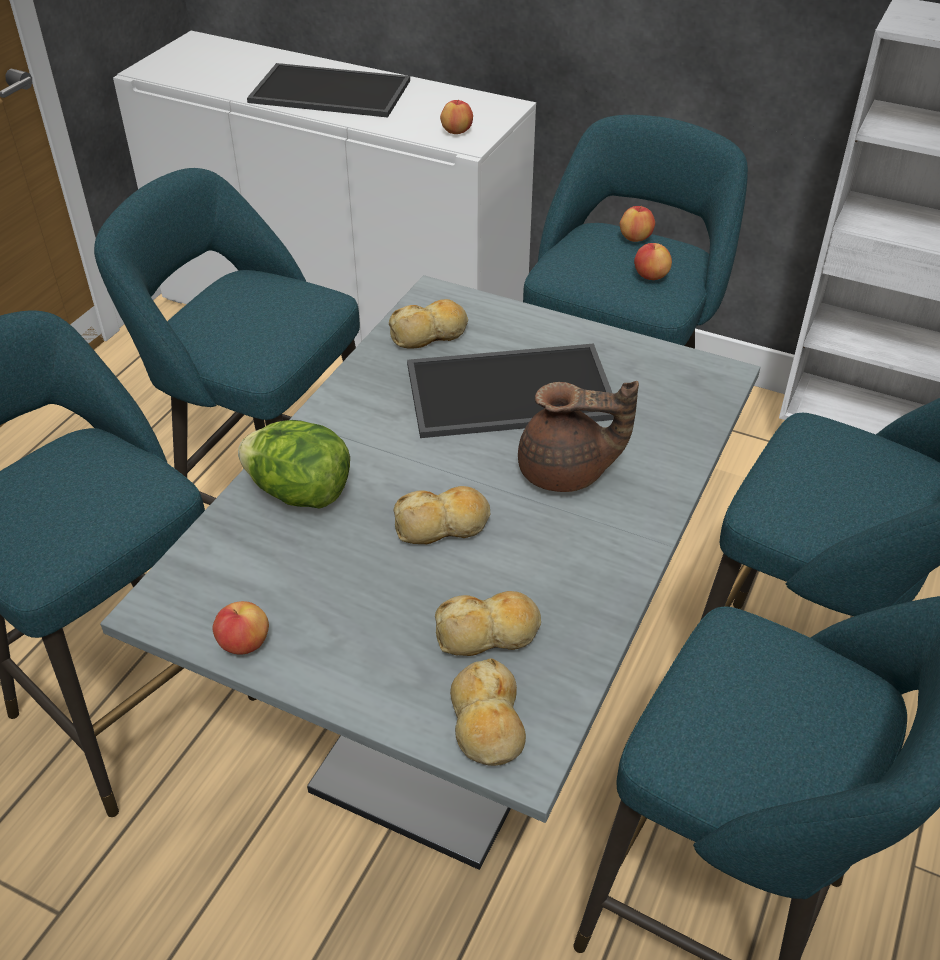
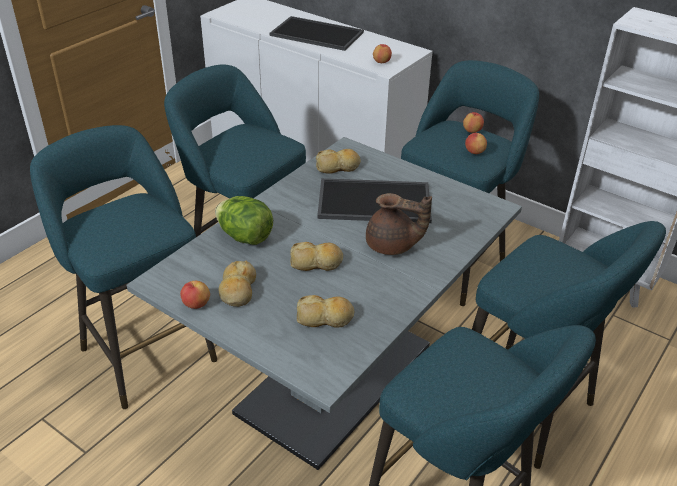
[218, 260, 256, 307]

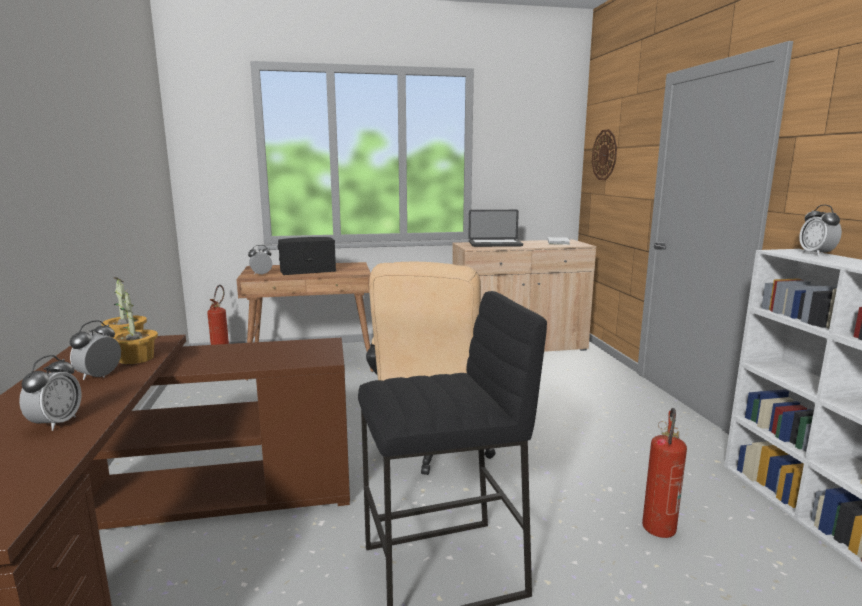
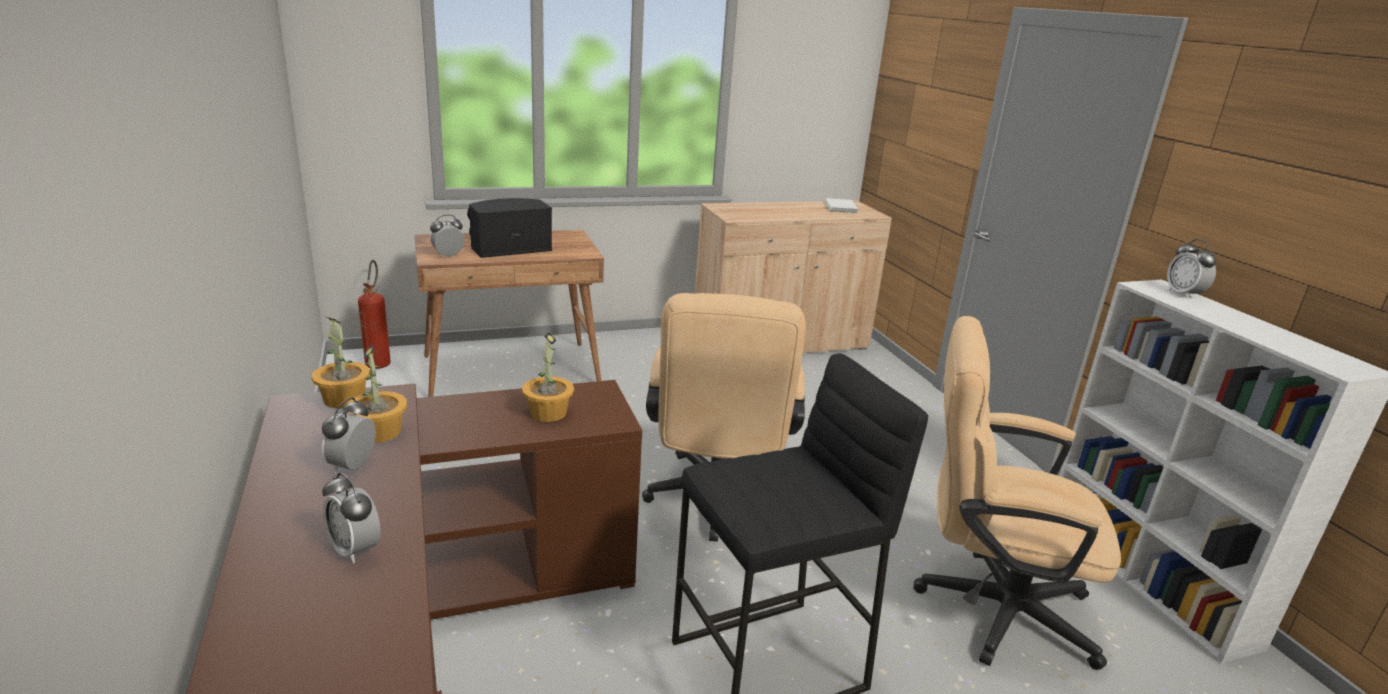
[592, 129, 617, 180] (first image)
[468, 210, 523, 247] (first image)
[322, 473, 381, 564]
[914, 316, 1121, 670]
[522, 333, 574, 422]

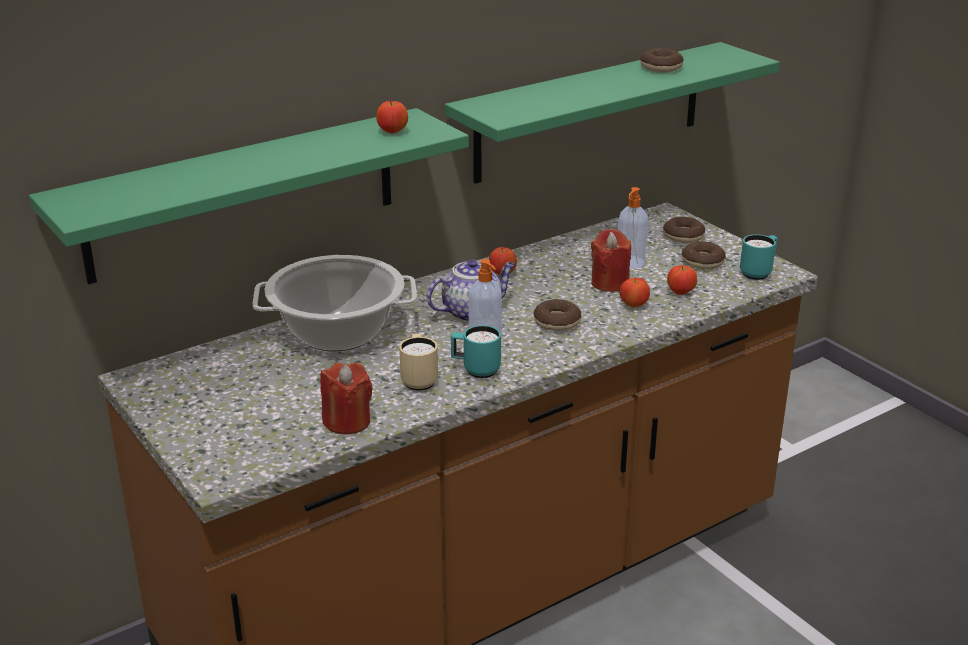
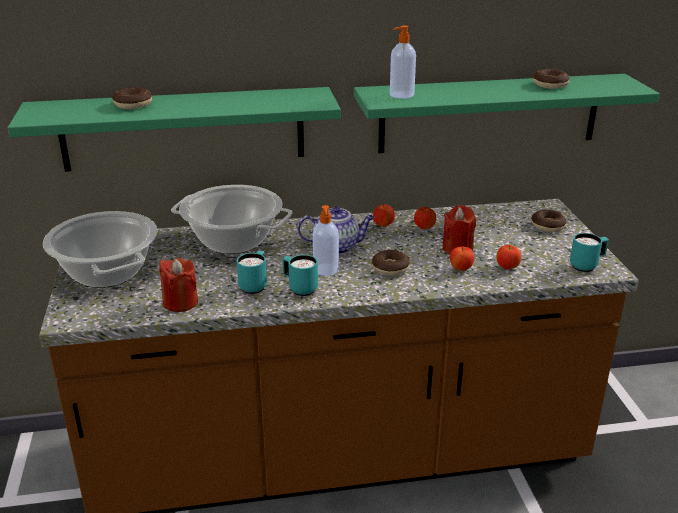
[414, 207, 436, 229]
[390, 25, 416, 99]
[112, 87, 152, 109]
[236, 251, 267, 294]
[43, 211, 157, 288]

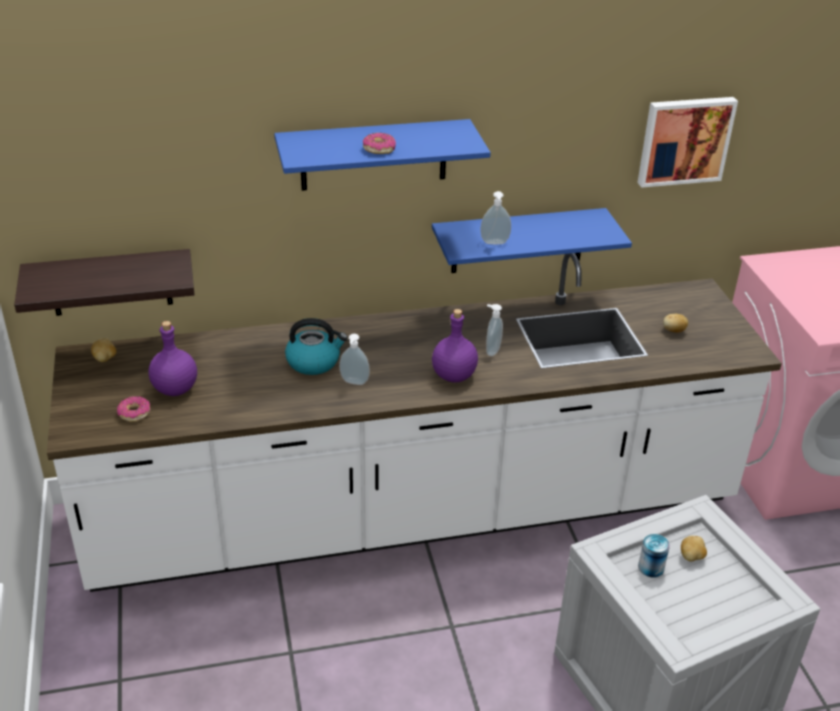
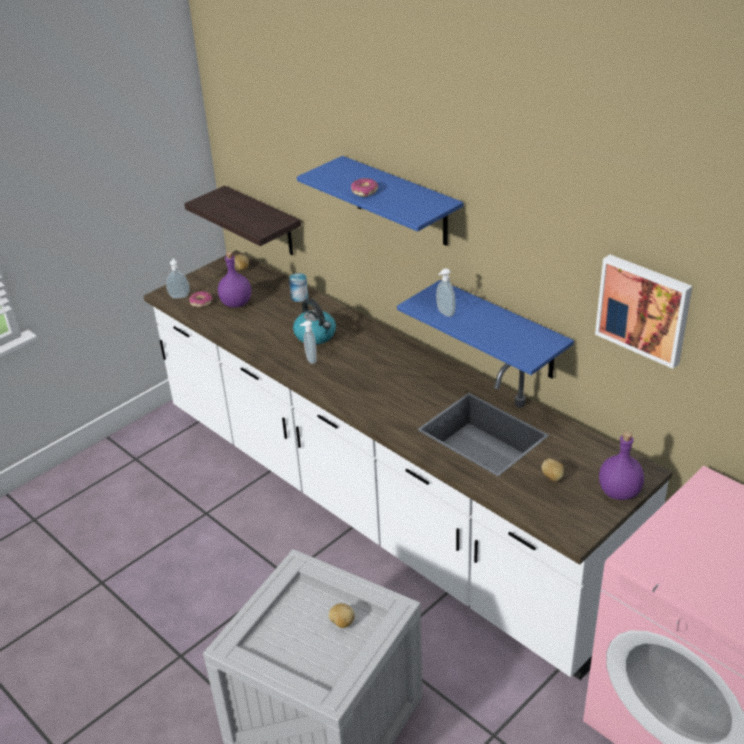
[166, 259, 190, 299]
[599, 432, 644, 500]
[289, 273, 308, 302]

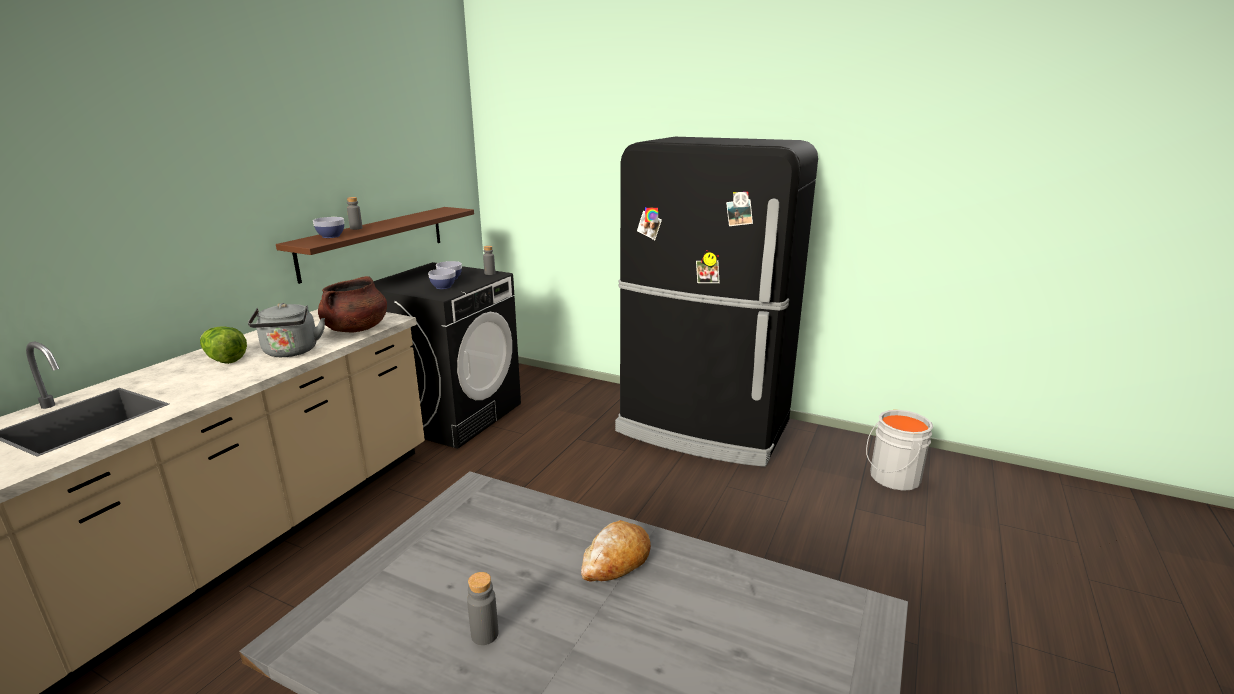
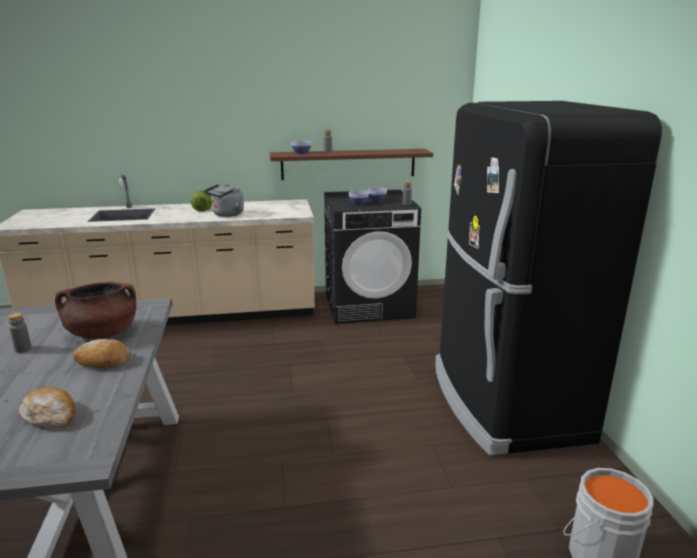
[55, 282, 136, 339]
[19, 387, 75, 428]

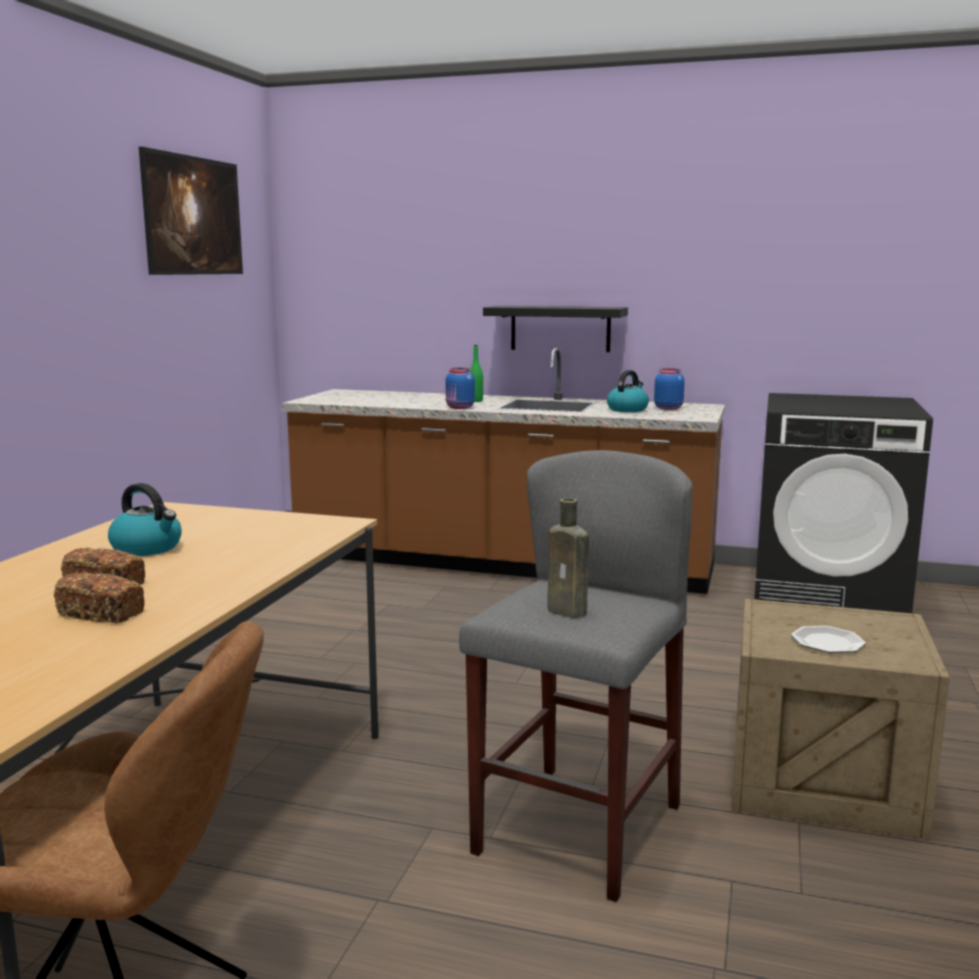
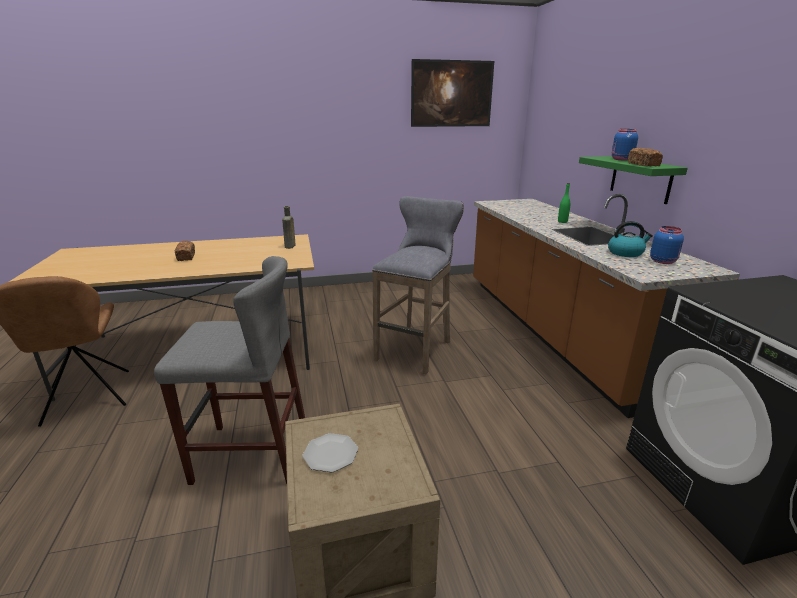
[579, 156, 688, 204]
[612, 129, 638, 160]
[108, 483, 182, 556] (first image)
[282, 206, 295, 249]
[628, 148, 663, 166]
[372, 196, 464, 374]

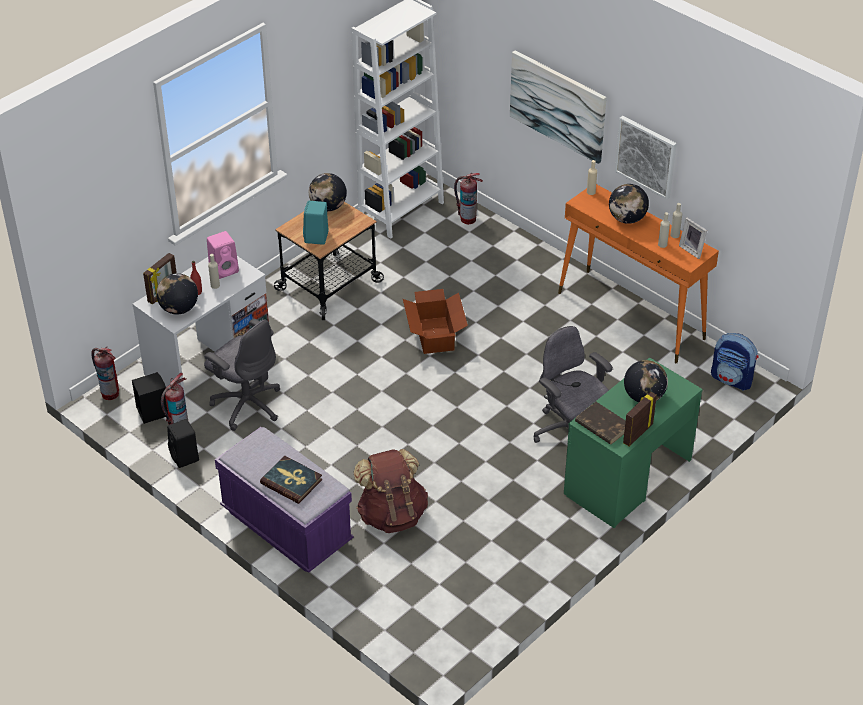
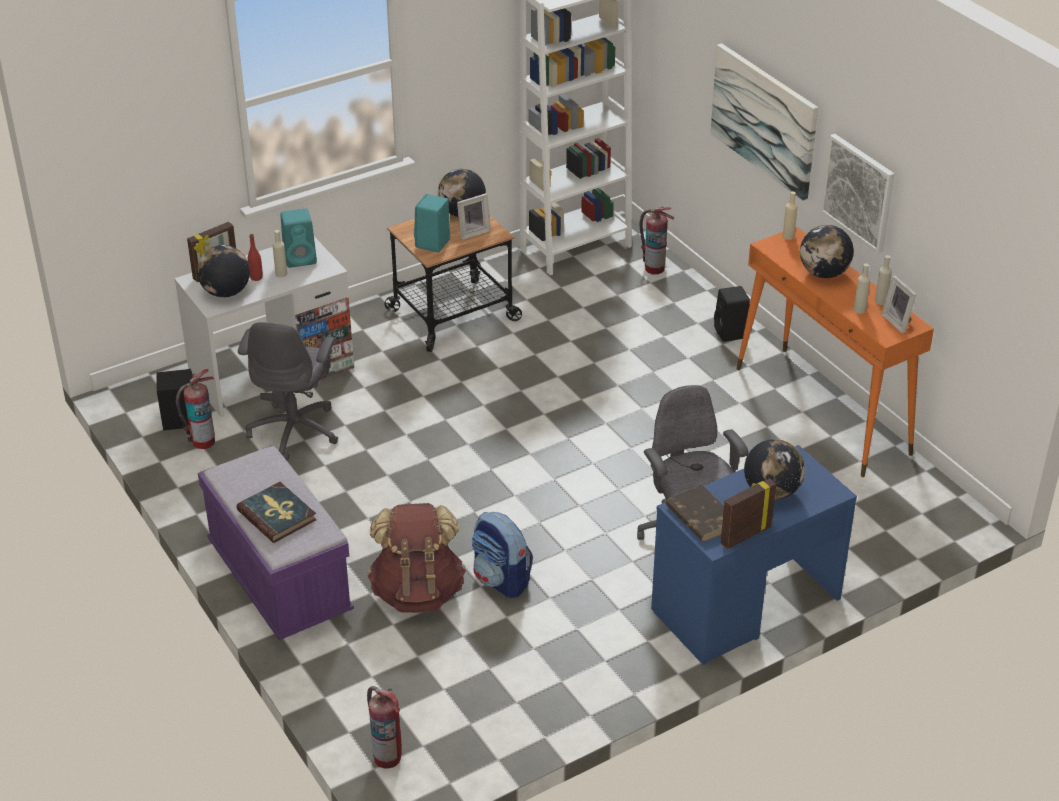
[280, 208, 317, 268]
[403, 289, 468, 354] (first image)
[238, 322, 338, 461]
[472, 512, 533, 598]
[367, 686, 402, 769]
[651, 445, 857, 665]
[714, 286, 750, 342]
[457, 193, 491, 240]

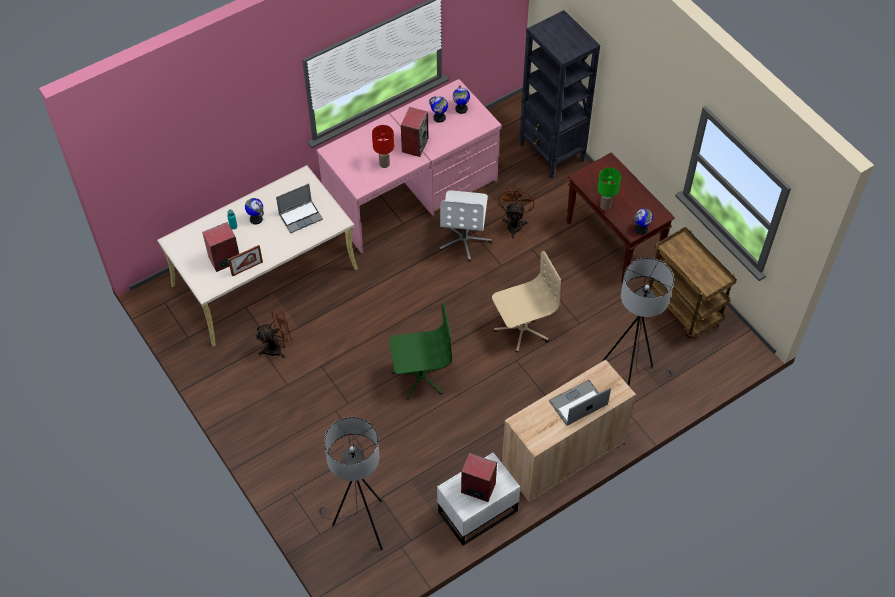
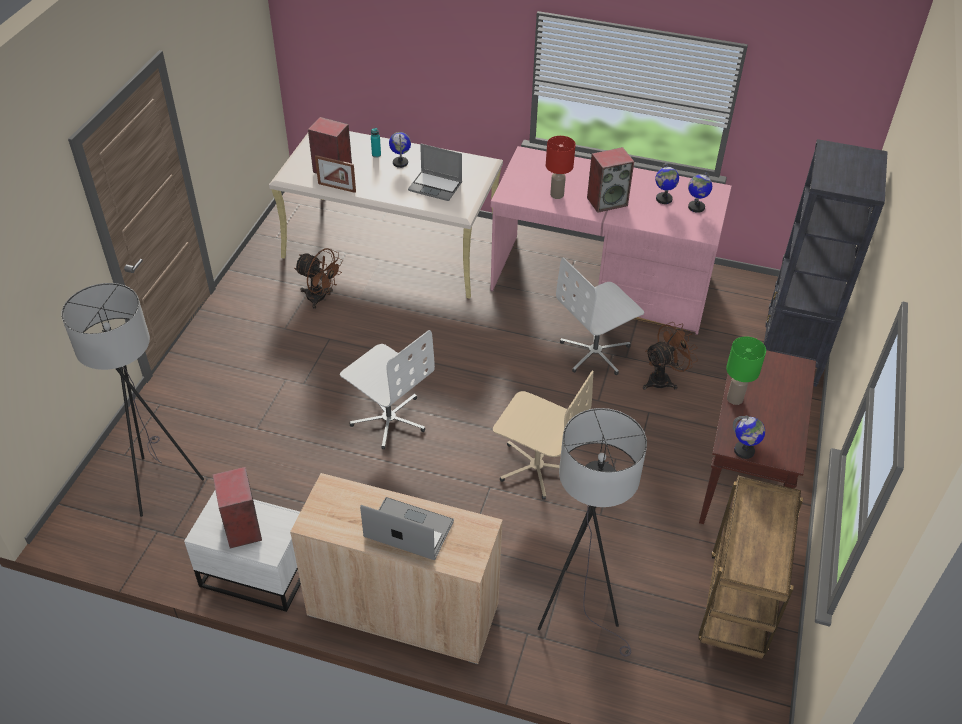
[340, 330, 435, 449]

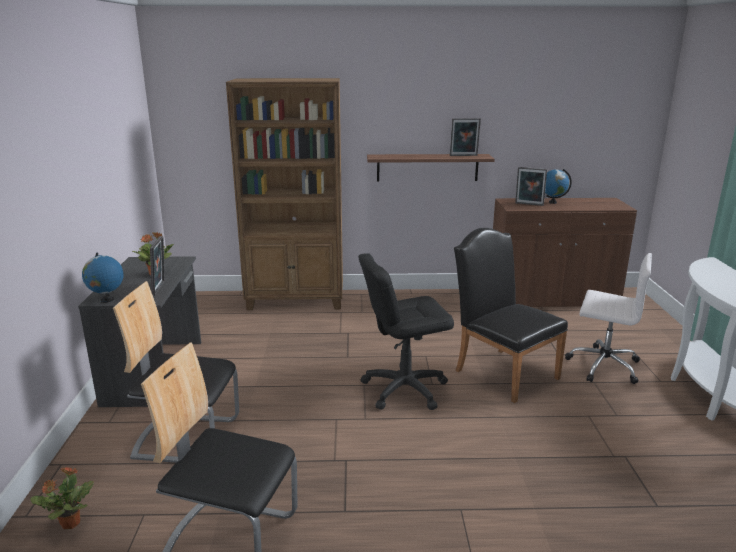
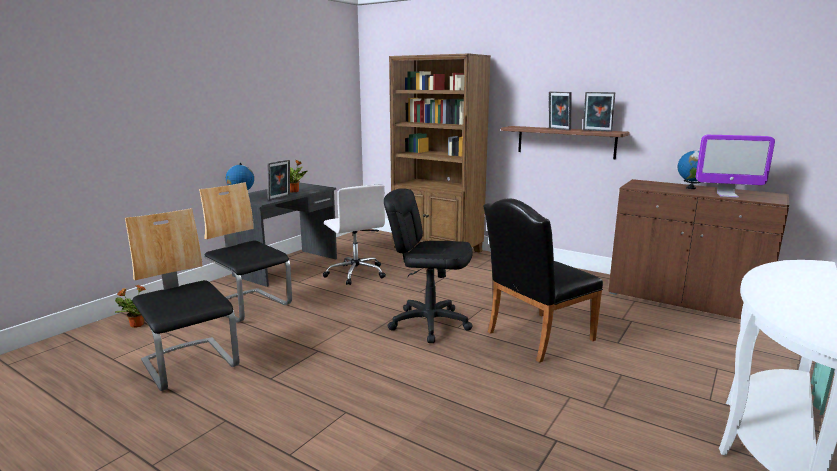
[549, 91, 572, 130]
[483, 199, 603, 363]
[323, 184, 386, 285]
[696, 135, 775, 198]

